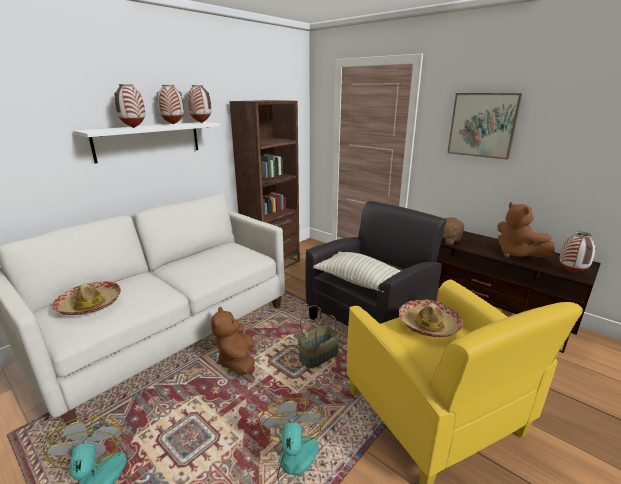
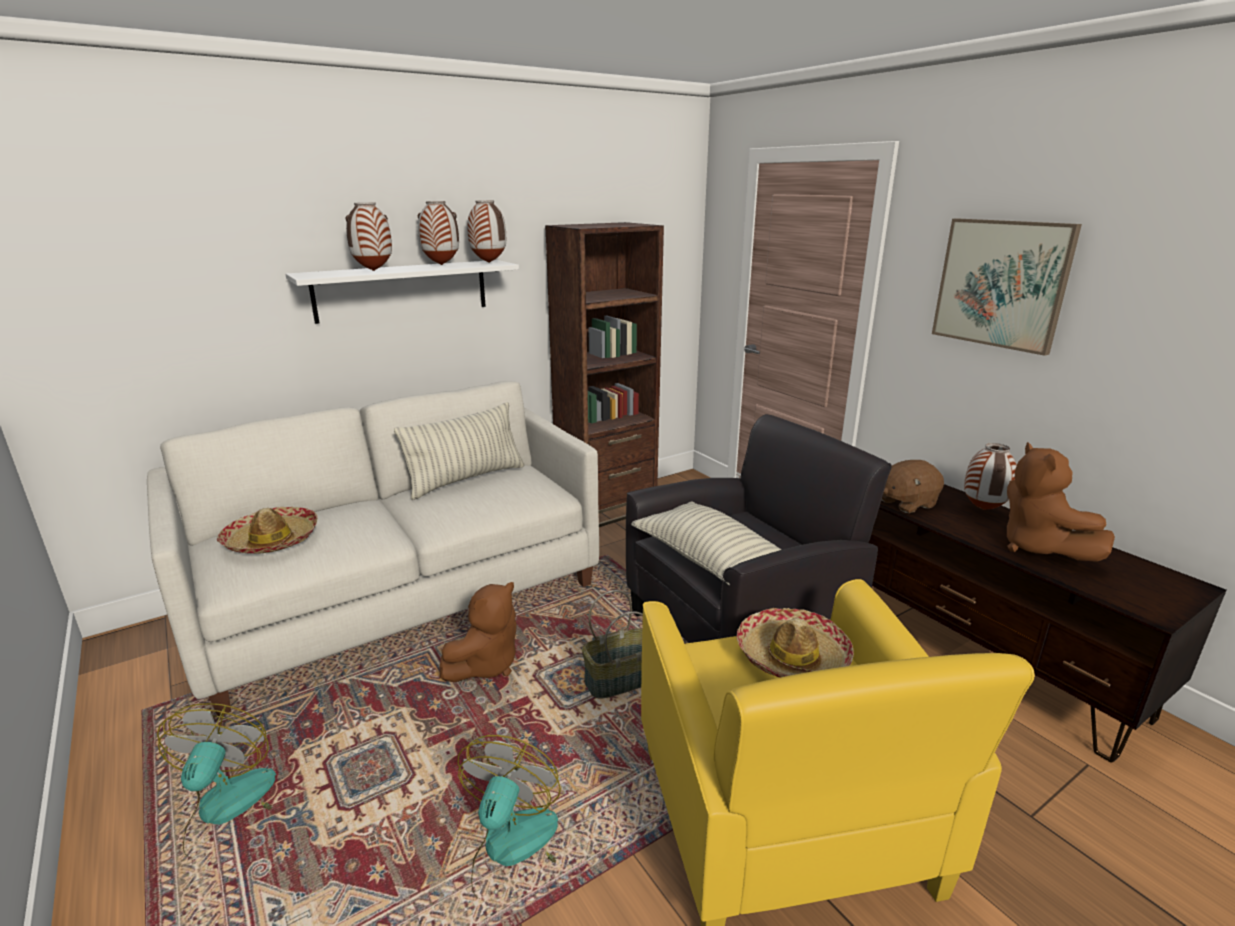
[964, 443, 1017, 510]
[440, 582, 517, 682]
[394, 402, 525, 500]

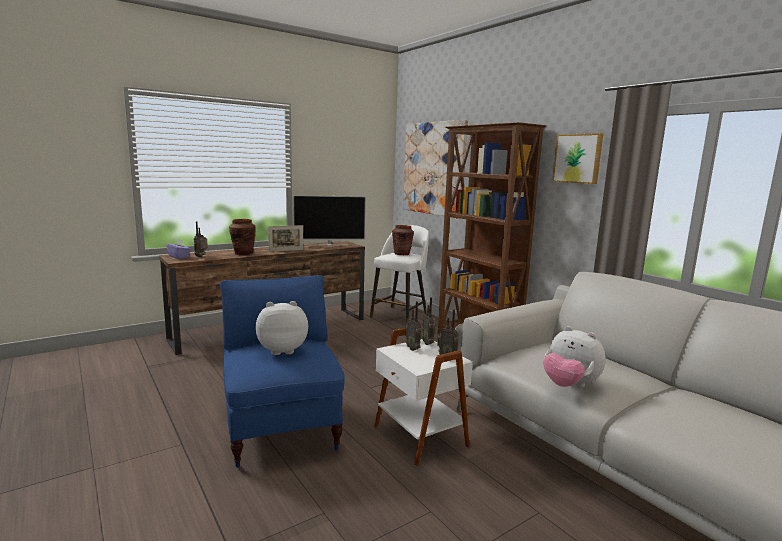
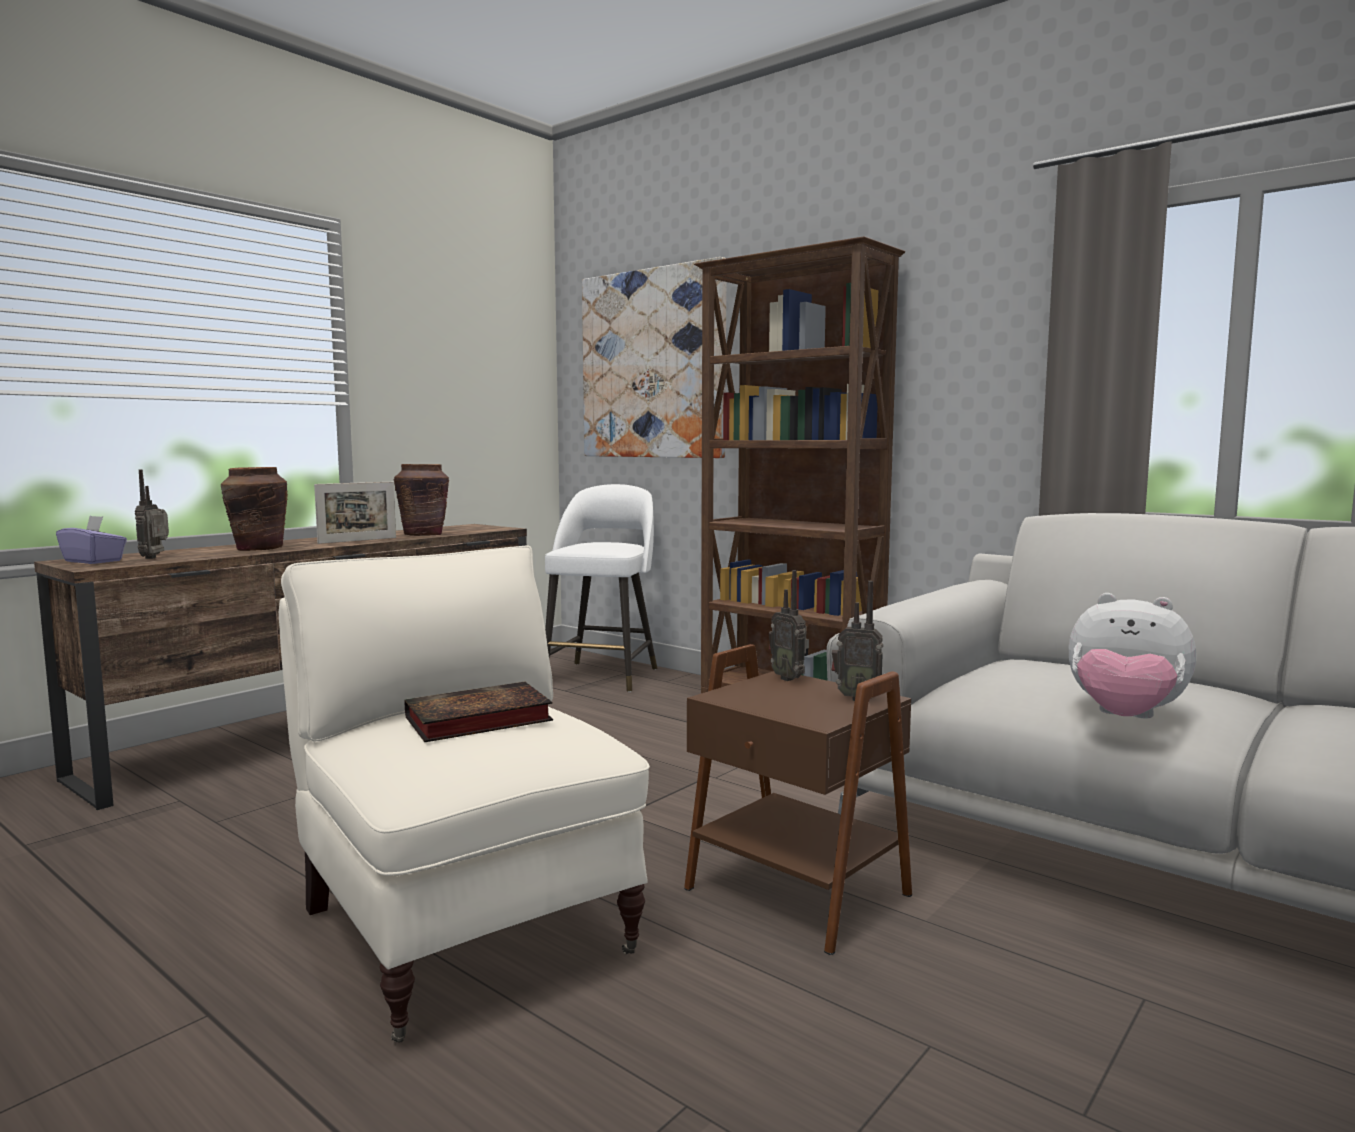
[552, 133, 603, 184] (first image)
[293, 195, 366, 246] (first image)
[394, 464, 449, 536]
[279, 546, 650, 1043]
[405, 682, 553, 742]
[405, 301, 423, 351] (first image)
[684, 644, 912, 955]

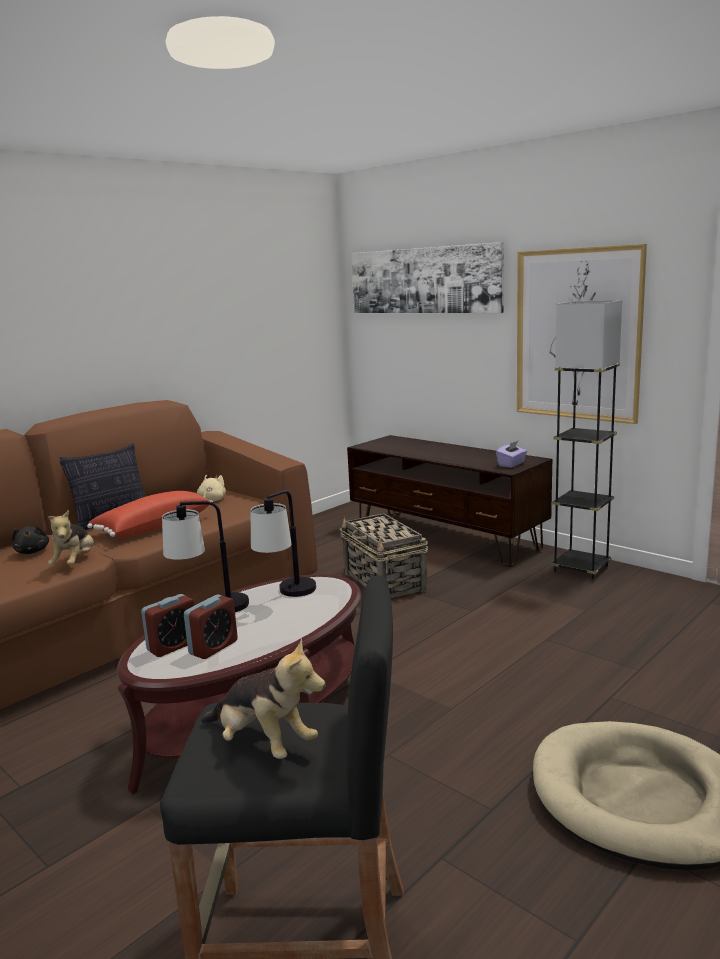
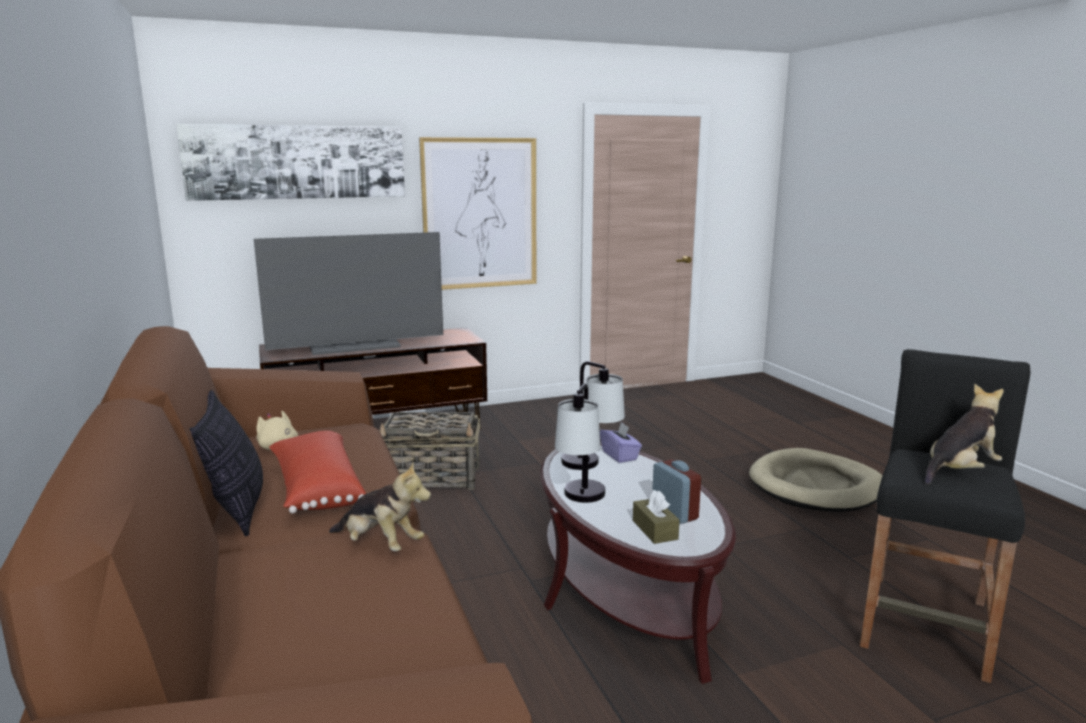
[551, 300, 622, 580] (first image)
[600, 422, 642, 463]
[12, 526, 49, 554] (first image)
[633, 490, 680, 544]
[254, 232, 443, 355]

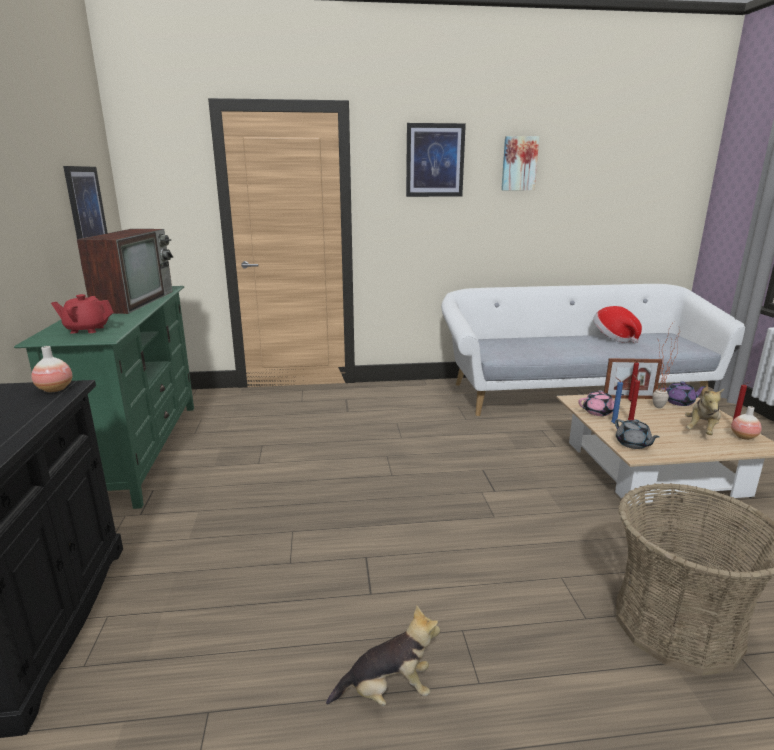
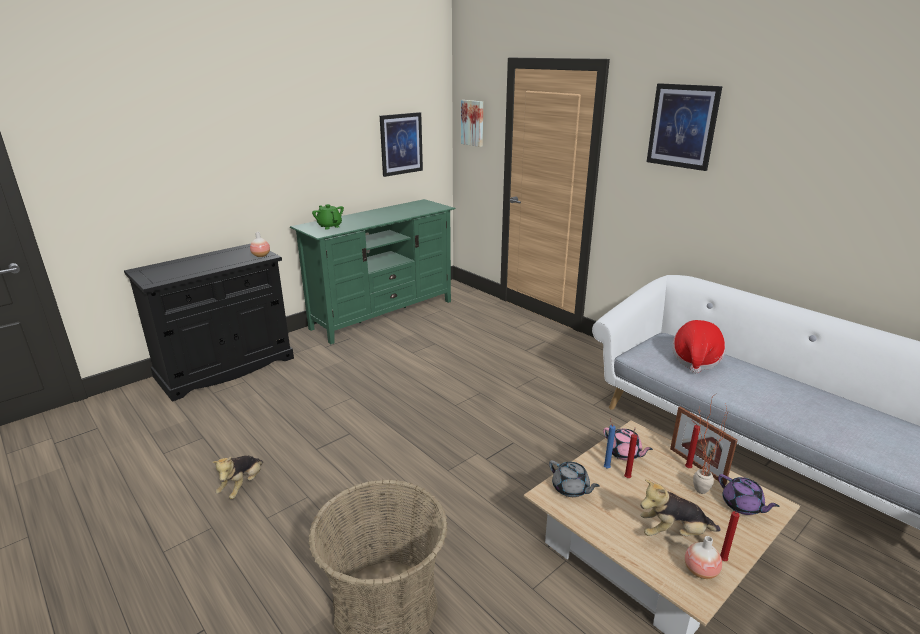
[461, 100, 483, 147]
[76, 229, 173, 314] (first image)
[312, 204, 344, 230]
[672, 320, 725, 374]
[549, 460, 600, 497]
[212, 455, 263, 499]

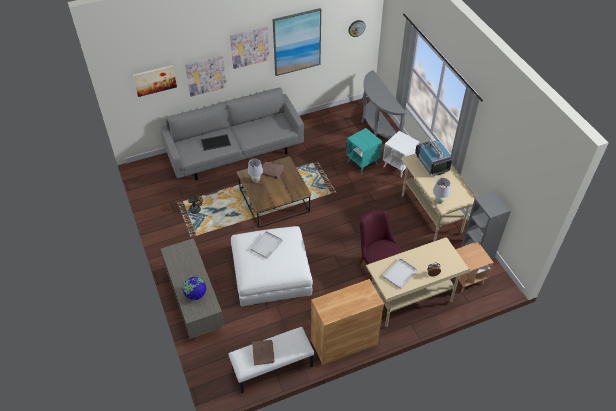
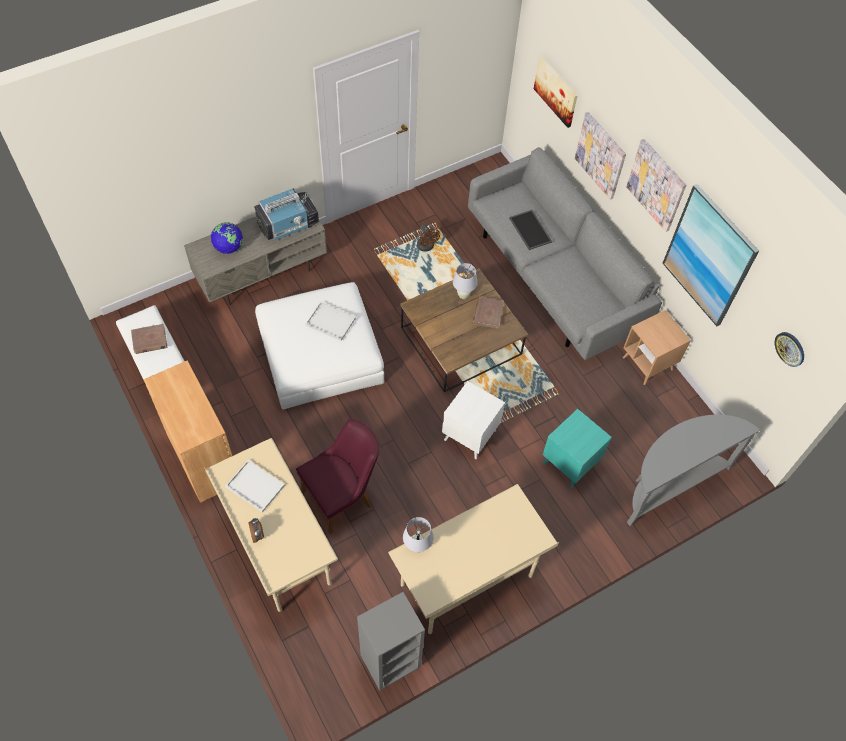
[442, 381, 505, 459]
[254, 188, 319, 241]
[623, 310, 691, 385]

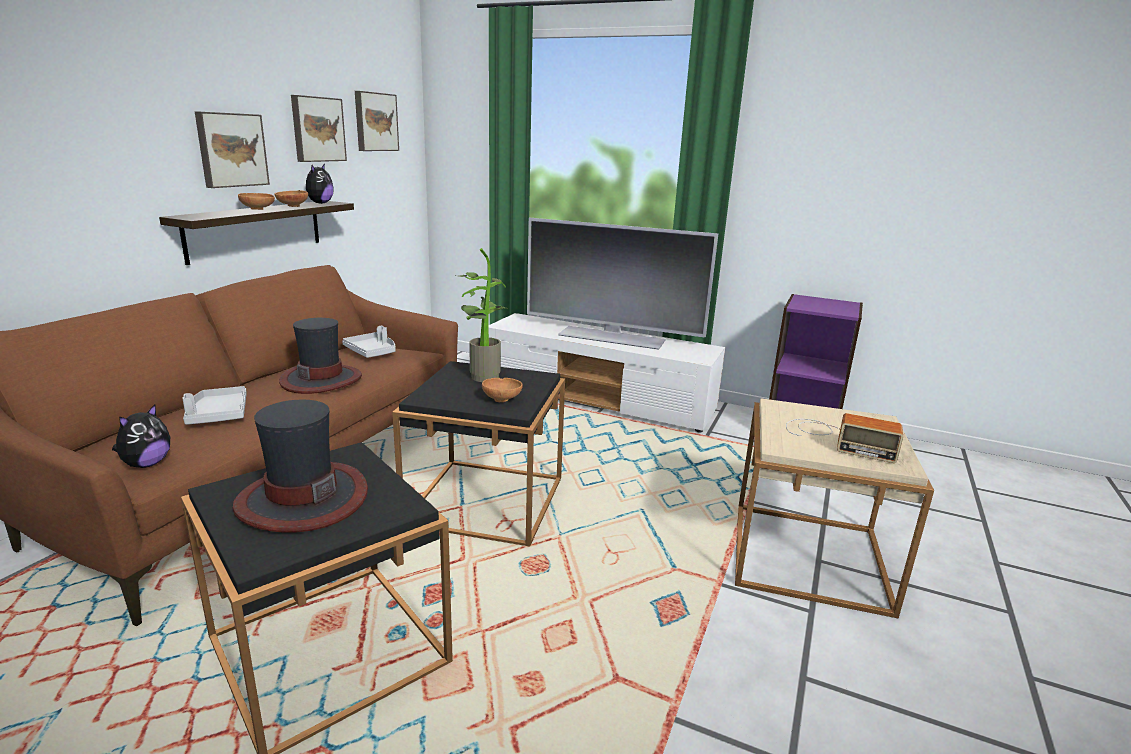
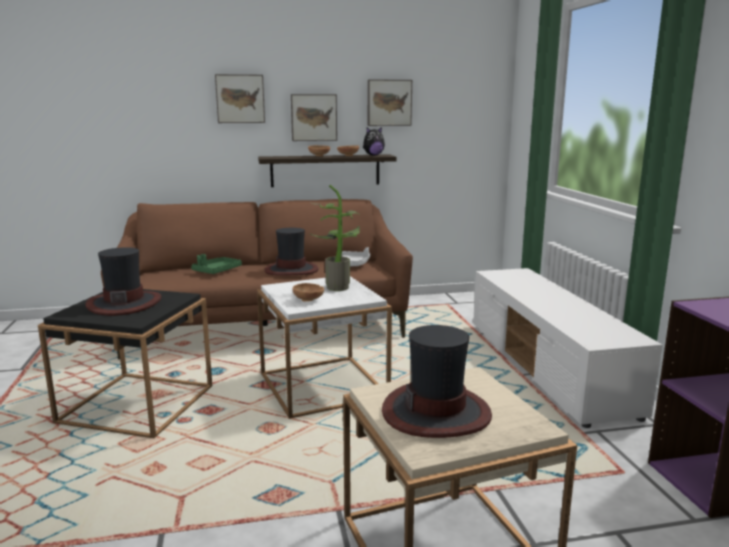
[215, 74, 265, 123]
[527, 218, 719, 350] (first image)
[257, 276, 392, 419]
[191, 254, 242, 274]
[112, 404, 170, 468] (first image)
[382, 325, 492, 438]

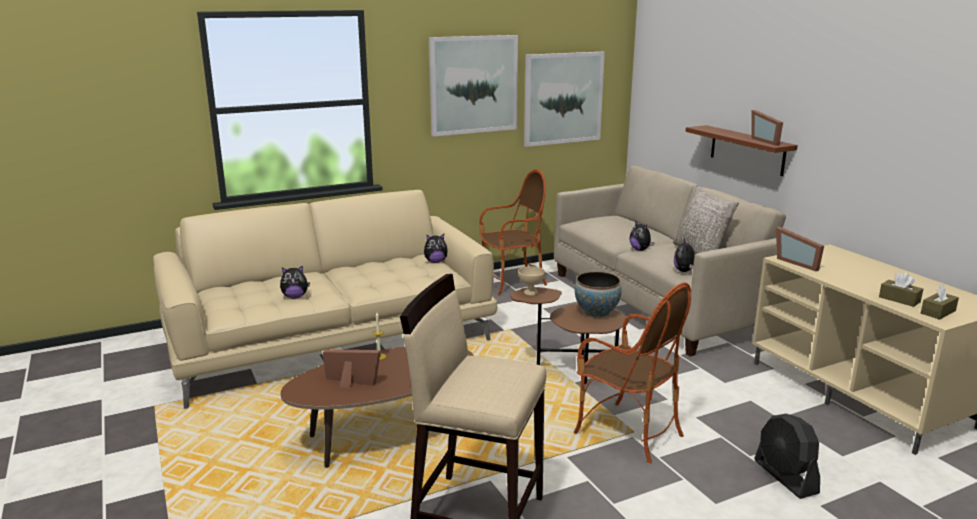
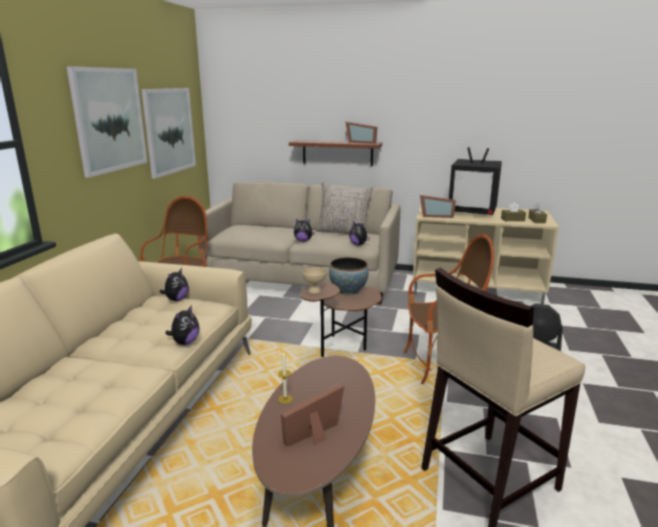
[165, 305, 200, 345]
[449, 147, 502, 215]

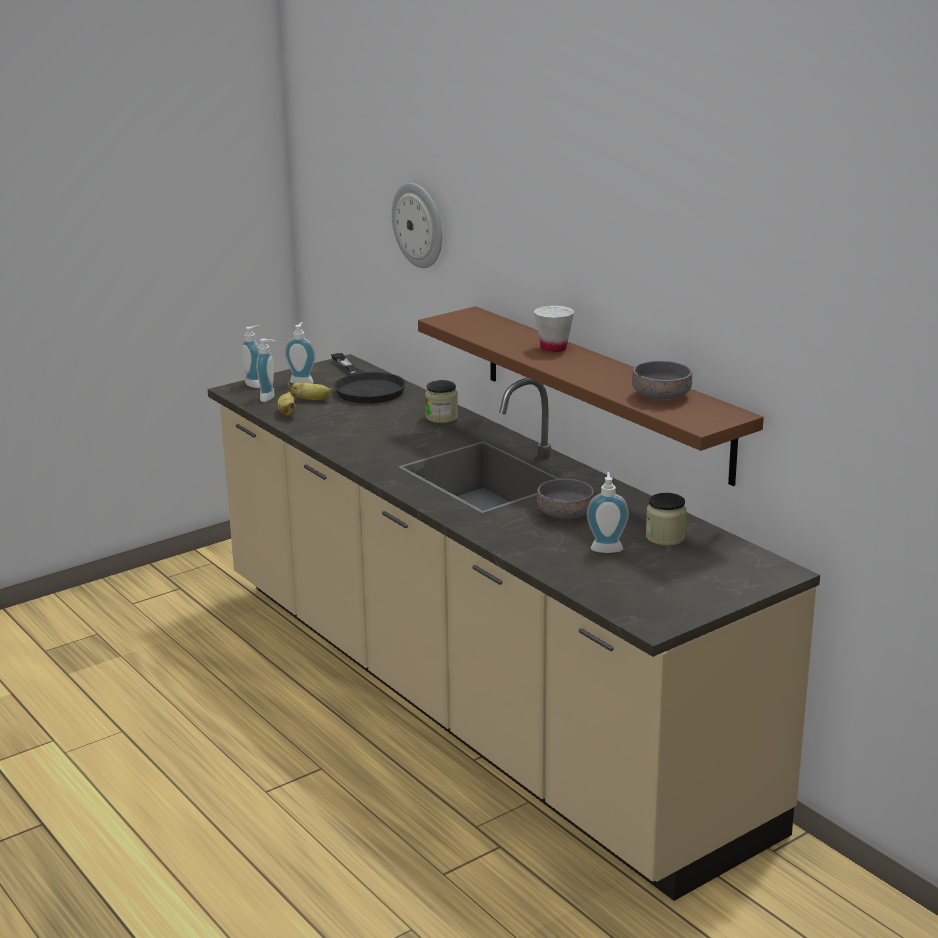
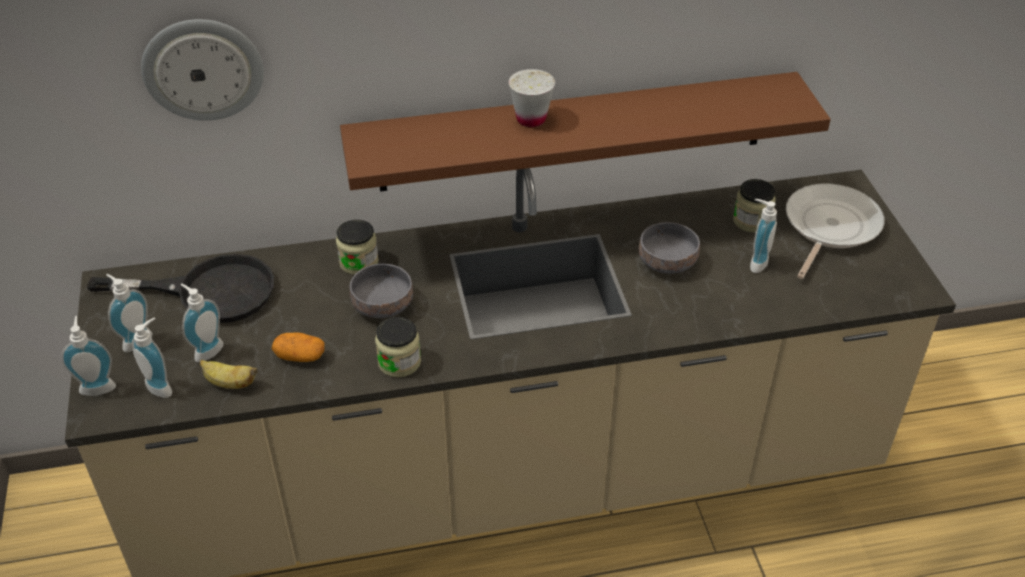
[350, 264, 413, 318]
[181, 284, 224, 362]
[786, 184, 885, 279]
[375, 317, 421, 377]
[272, 332, 325, 362]

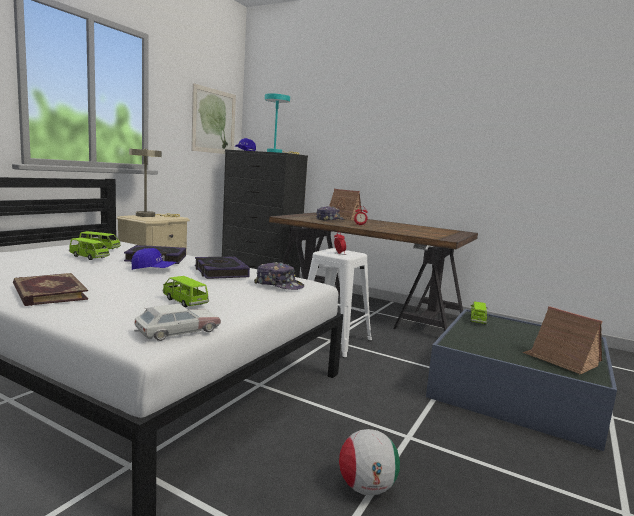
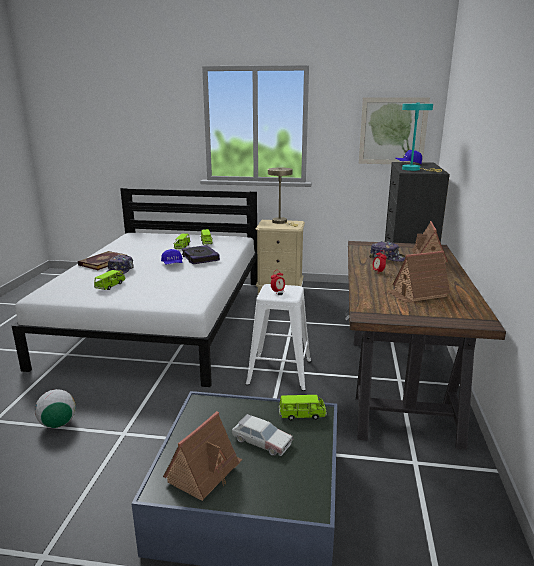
[195, 256, 250, 279] (first image)
[107, 255, 134, 274]
[232, 414, 294, 456]
[387, 251, 450, 303]

